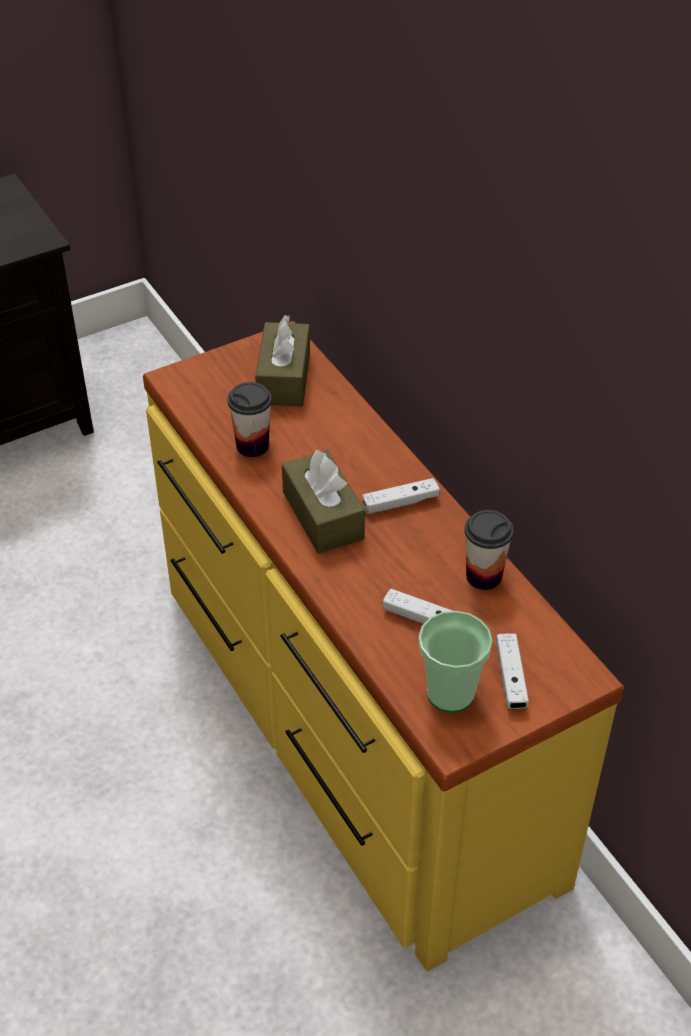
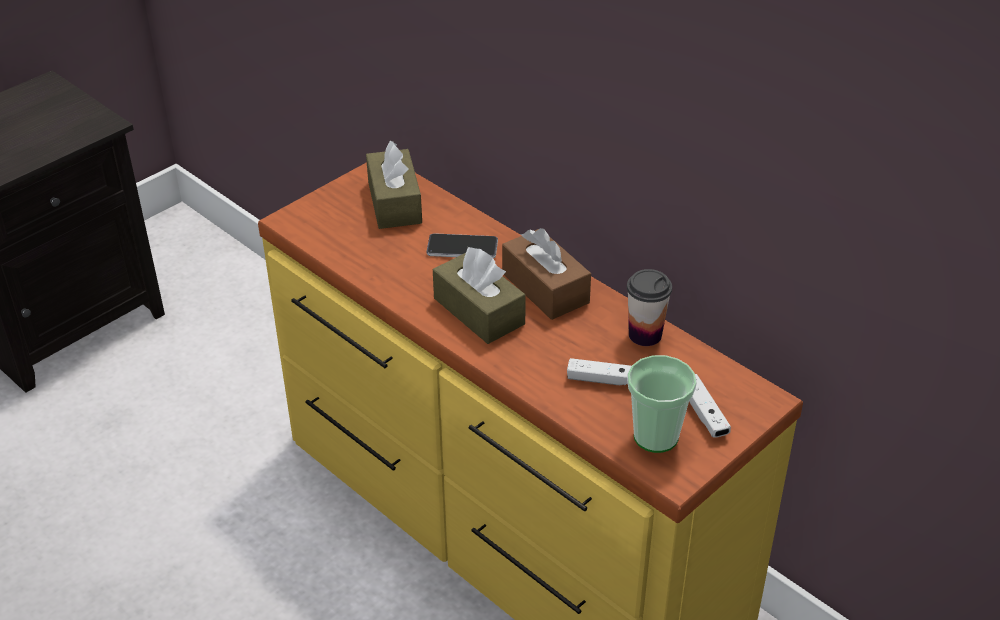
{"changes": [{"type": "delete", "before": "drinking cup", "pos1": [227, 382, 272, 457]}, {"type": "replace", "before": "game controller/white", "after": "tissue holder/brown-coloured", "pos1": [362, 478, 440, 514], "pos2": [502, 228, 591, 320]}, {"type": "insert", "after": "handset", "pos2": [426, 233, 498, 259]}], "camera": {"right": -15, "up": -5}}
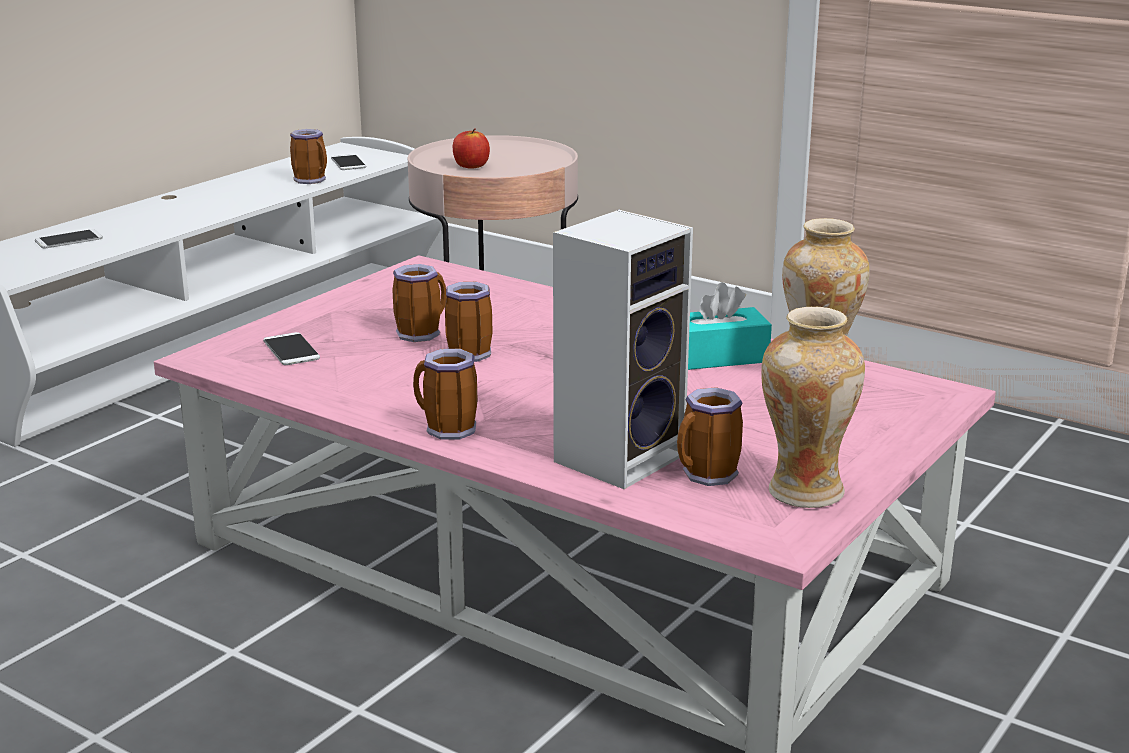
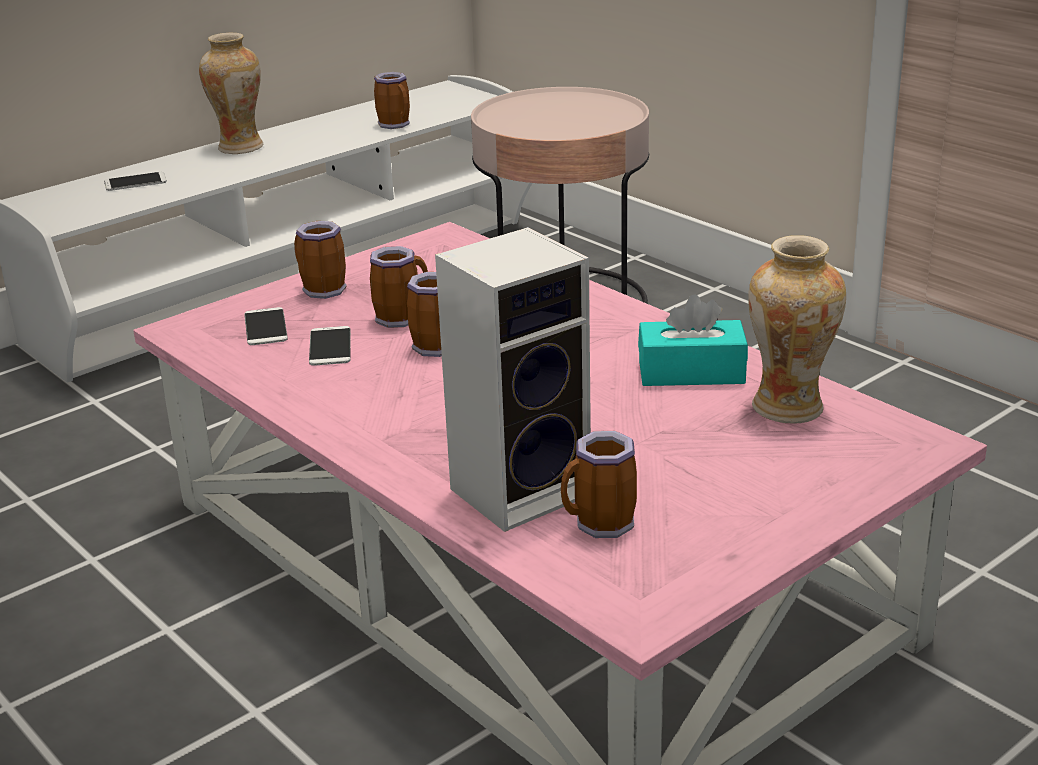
{"changes": [{"type": "delete", "before": "apple", "pos1": [453, 128, 490, 169]}, {"type": "move", "before": "handset", "pos1": [331, 154, 366, 170], "pos2": [309, 326, 351, 366]}, {"type": "move", "before": "vase", "pos1": [761, 307, 865, 508], "pos2": [199, 33, 263, 154]}, {"type": "move", "before": "coffee mug", "pos1": [413, 349, 478, 440], "pos2": [294, 221, 347, 299]}], "camera": {"right": 15, "up": 5}}
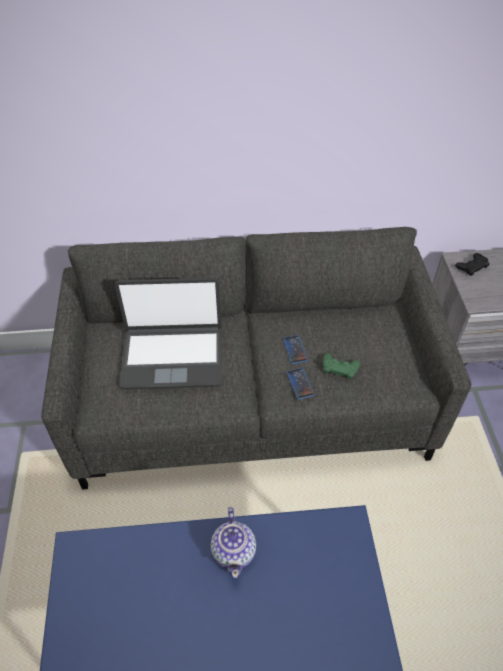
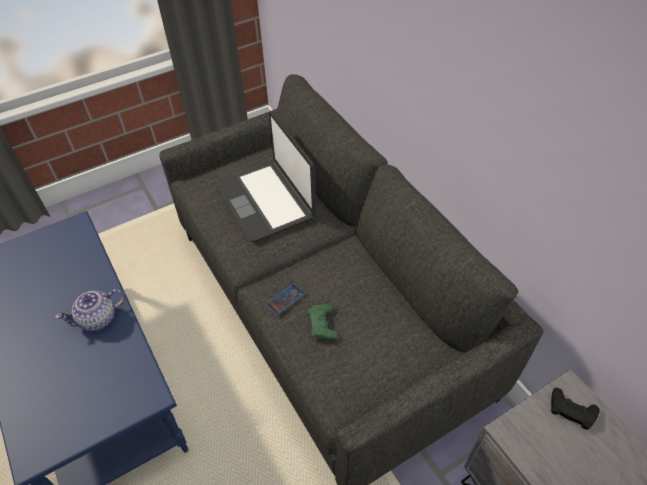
{"changes": [{"type": "delete", "before": "handset", "pos1": [283, 335, 308, 364]}], "camera": {"right": 65, "up": 0}}
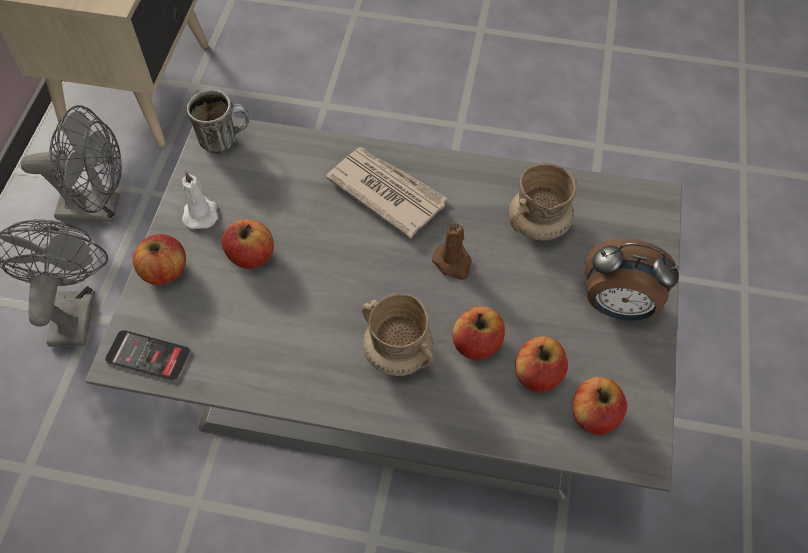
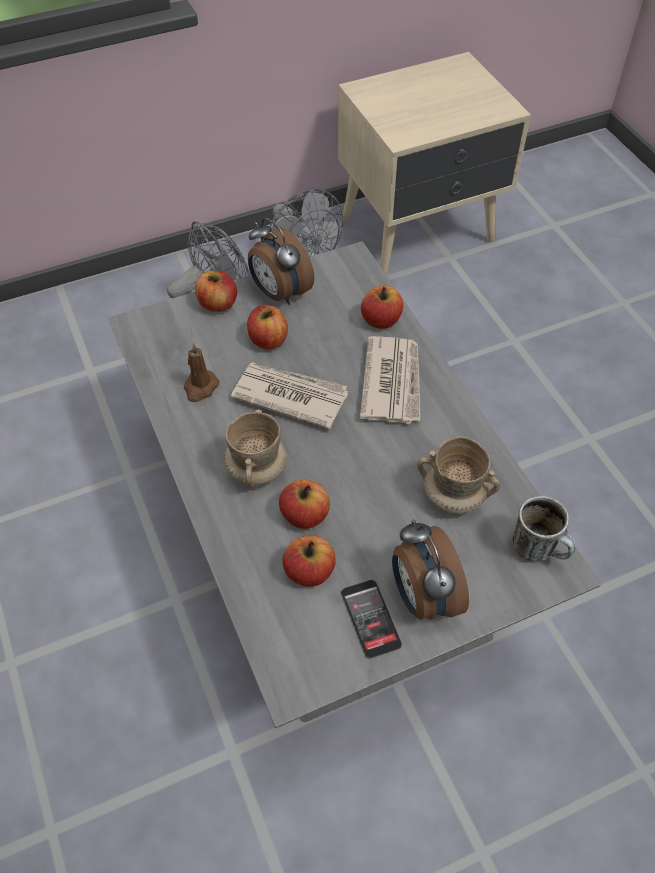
{"changes": [{"type": "move", "before": "coffee mug", "pos1": [187, 90, 249, 154], "pos2": [513, 496, 576, 561]}, {"type": "replace", "before": "candle/white", "after": "alarm clock", "pos1": [182, 171, 218, 229], "pos2": [248, 218, 315, 305]}, {"type": "move", "before": "candle/brown-coloured", "pos1": [432, 220, 472, 280], "pos2": [184, 343, 219, 402]}, {"type": "move", "before": "handset", "pos1": [105, 330, 190, 381], "pos2": [341, 580, 402, 659]}, {"type": "move", "before": "apple", "pos1": [572, 377, 627, 435], "pos2": [361, 286, 403, 329]}, {"type": "insert", "after": "newspaper", "pos2": [231, 362, 349, 429]}], "camera": {"right": 55, "up": -5}}
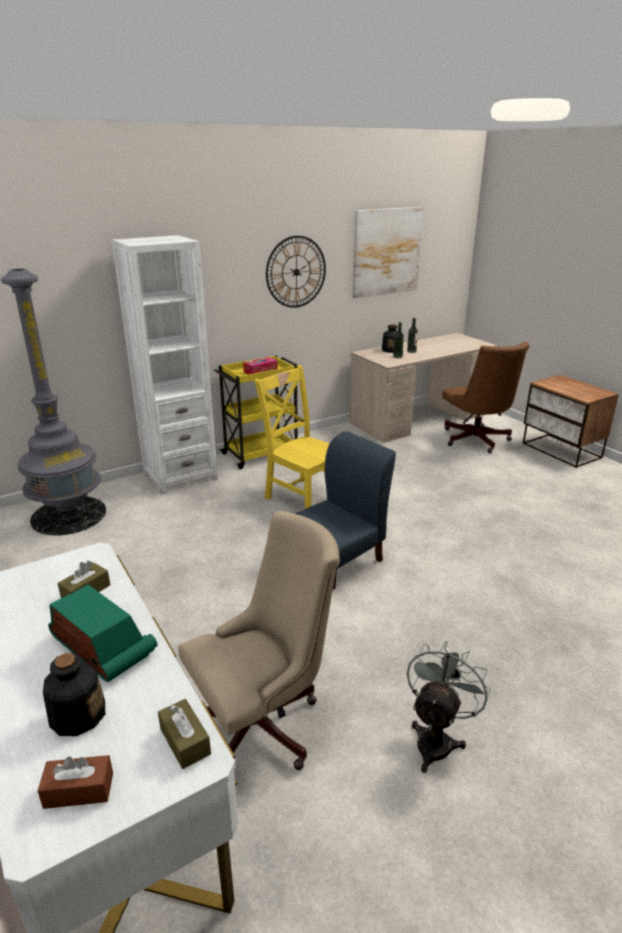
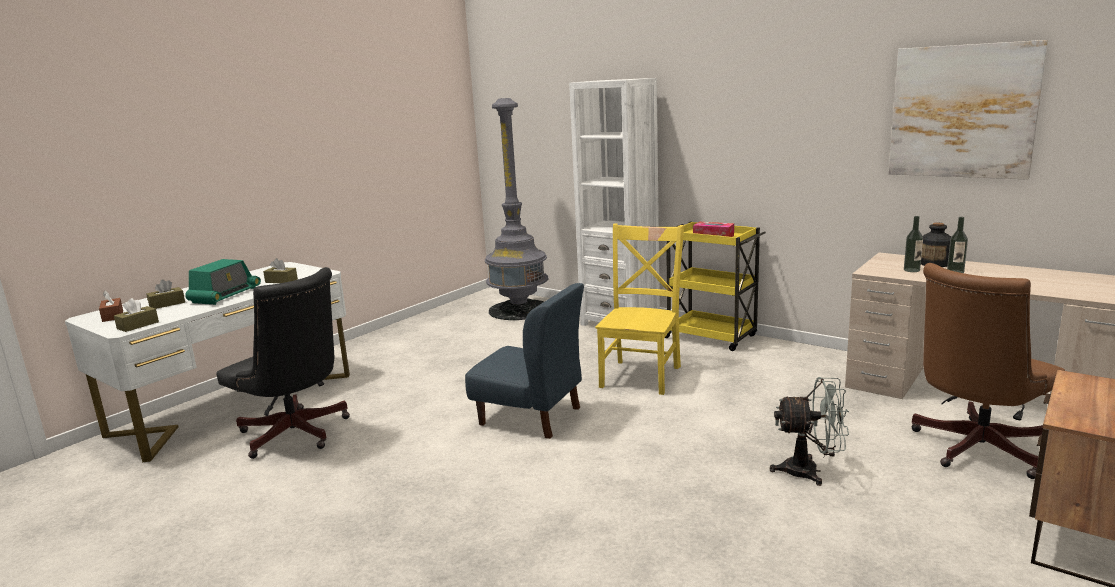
{"changes": [{"type": "delete", "before": "clock on the wall", "pos1": [266, 236, 326, 308]}, {"type": "recolor", "before": "computer chair/beige", "after": "computer chair/black", "pos1": [178, 511, 340, 770], "pos2": [216, 267, 350, 459]}, {"type": "move", "before": "fan/greyish", "pos1": [407, 641, 490, 773], "pos2": [770, 377, 849, 486]}, {"type": "replace", "before": "beverage bottle", "after": "tissue holder/brown-coloured", "pos1": [43, 653, 105, 736], "pos2": [146, 280, 185, 309]}], "camera": {"right": 70, "up": -10}}
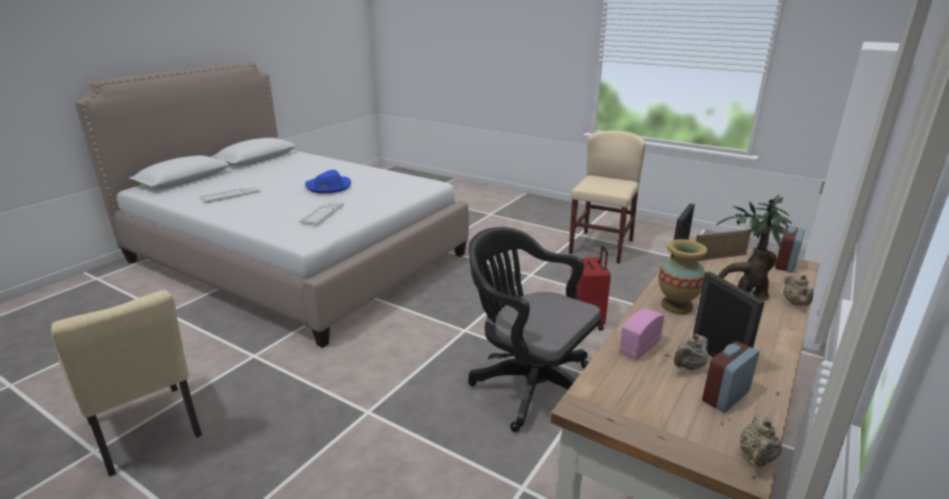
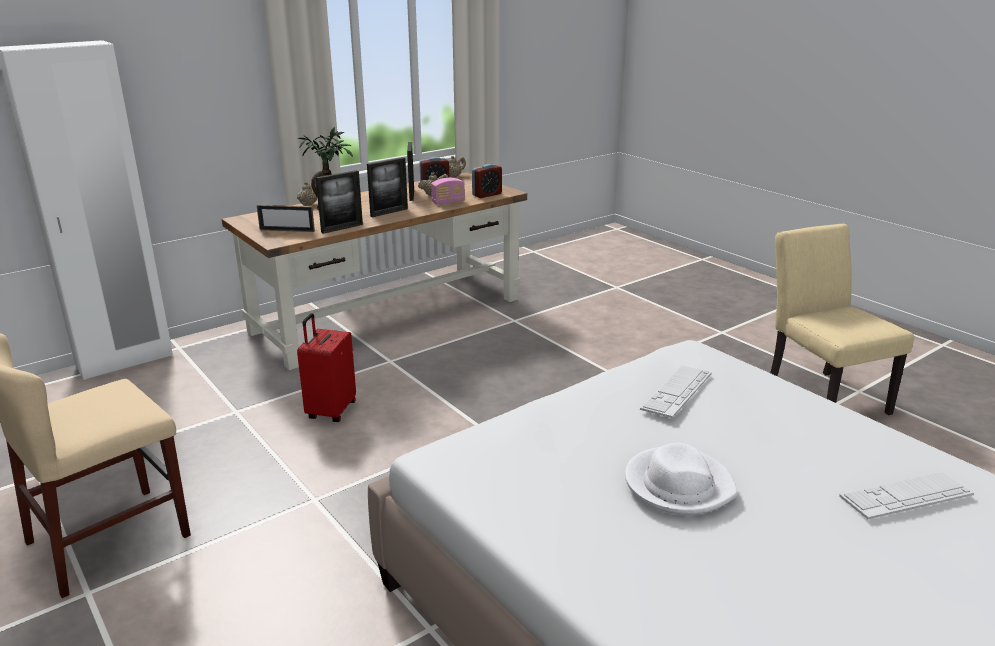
{"changes": [{"type": "recolor", "before": "wearable hat/blue", "after": "wearable hat/white", "pos1": [305, 170, 351, 194], "pos2": [625, 443, 738, 515]}, {"type": "move", "before": "alarm clock", "pos1": [775, 226, 805, 272], "pos2": [472, 164, 502, 198]}, {"type": "delete", "before": "computer chair/black", "pos1": [468, 227, 601, 432]}, {"type": "replace", "before": "vase", "after": "picture frame", "pos1": [658, 239, 707, 314], "pos2": [367, 157, 408, 217]}], "camera": {"right": -160, "up": 0}}
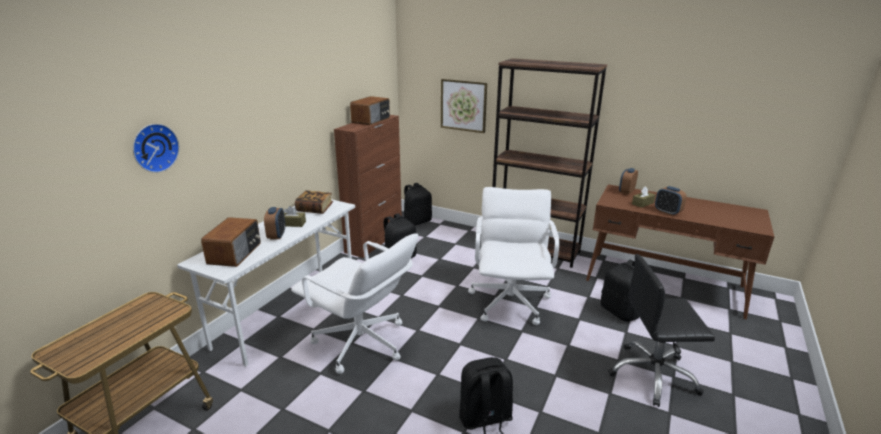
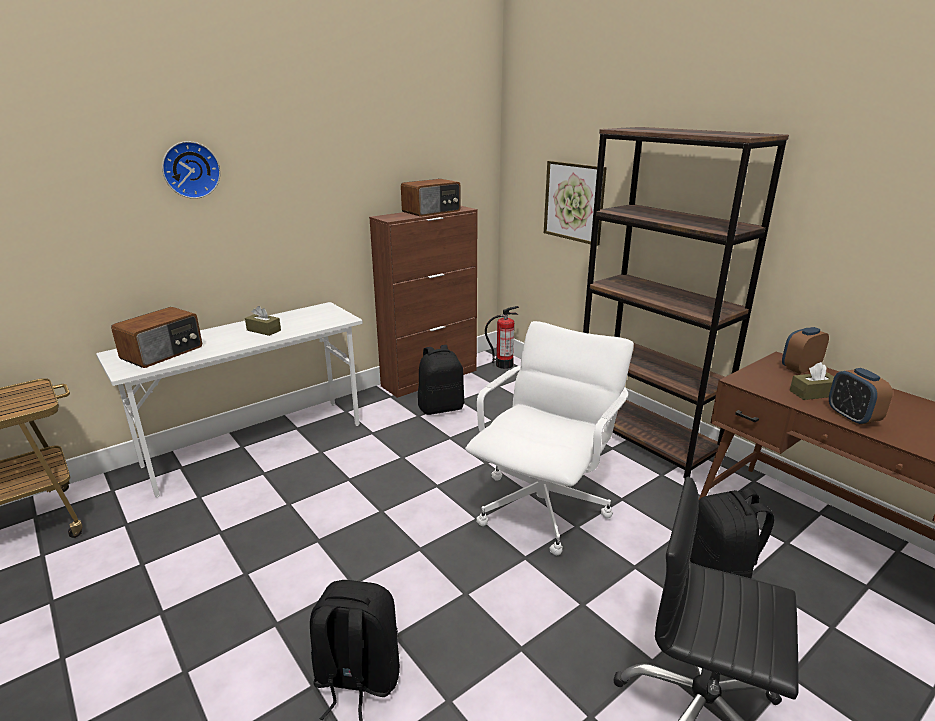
{"changes": [{"type": "move", "before": "clock on the wall", "pos1": [133, 124, 180, 173], "pos2": [162, 141, 220, 199]}, {"type": "replace", "before": "rucksack/black", "after": "fire extinguisher", "pos1": [404, 183, 432, 226], "pos2": [485, 306, 519, 369]}, {"type": "delete", "before": "book", "pos1": [295, 190, 333, 214]}, {"type": "delete", "before": "alarm clock", "pos1": [264, 207, 285, 240]}, {"type": "delete", "before": "computer chair/white", "pos1": [291, 233, 418, 374]}], "camera": {"right": 25, "up": 0}}
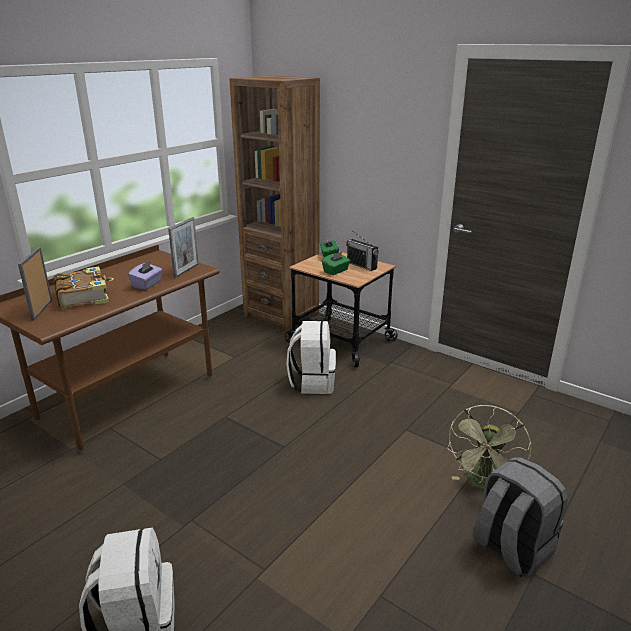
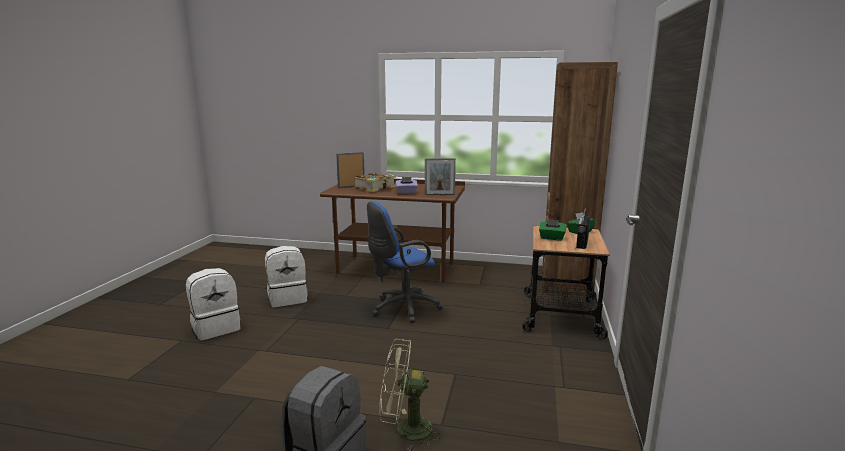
{"changes": [{"type": "move", "before": "rucksack/white", "pos1": [286, 321, 336, 394], "pos2": [265, 246, 308, 307]}, {"type": "insert", "after": "computer chair/blue", "pos2": [367, 201, 443, 323]}], "camera": {"right": 65, "up": -10}}
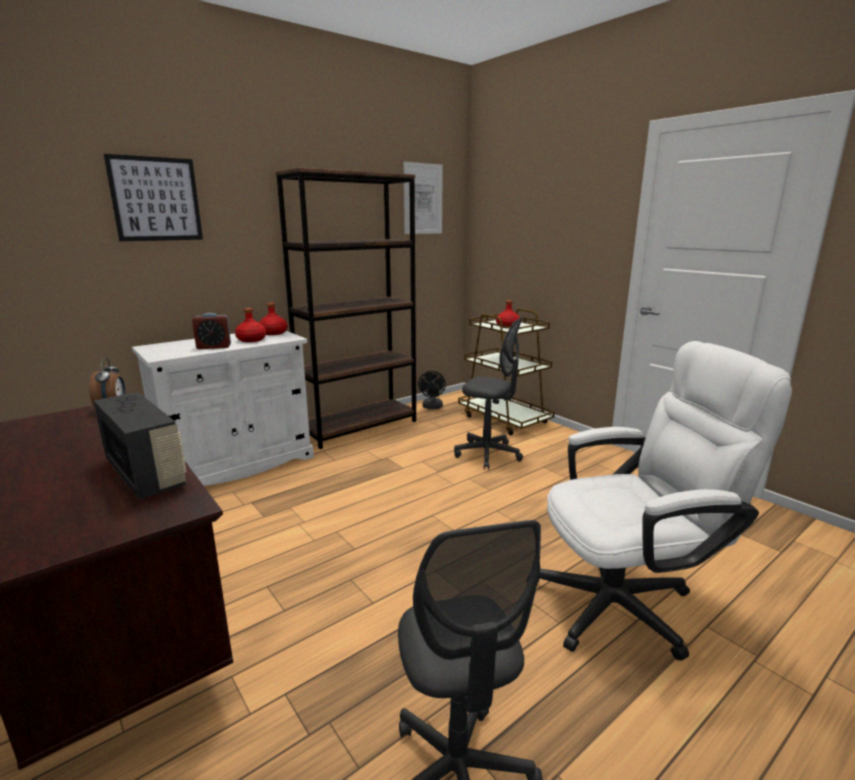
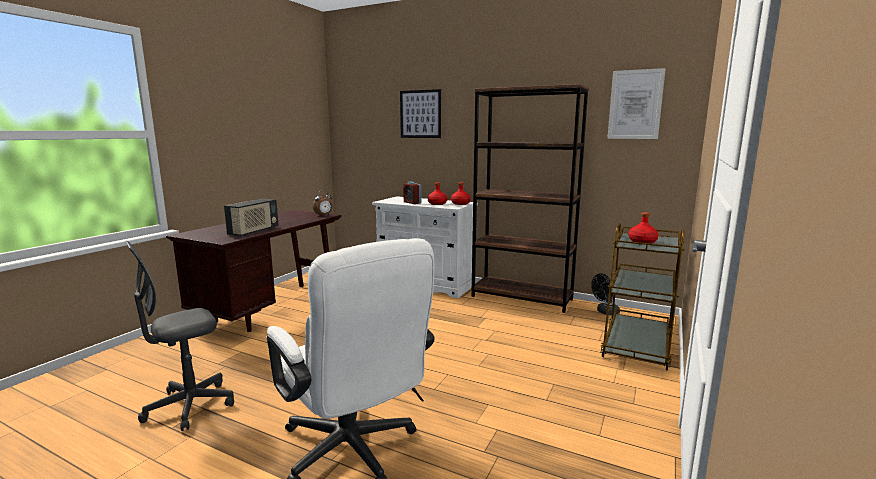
{"changes": [{"type": "delete", "before": "computer chair/greyish", "pos1": [454, 317, 523, 470]}], "camera": {"right": 65, "up": -5}}
